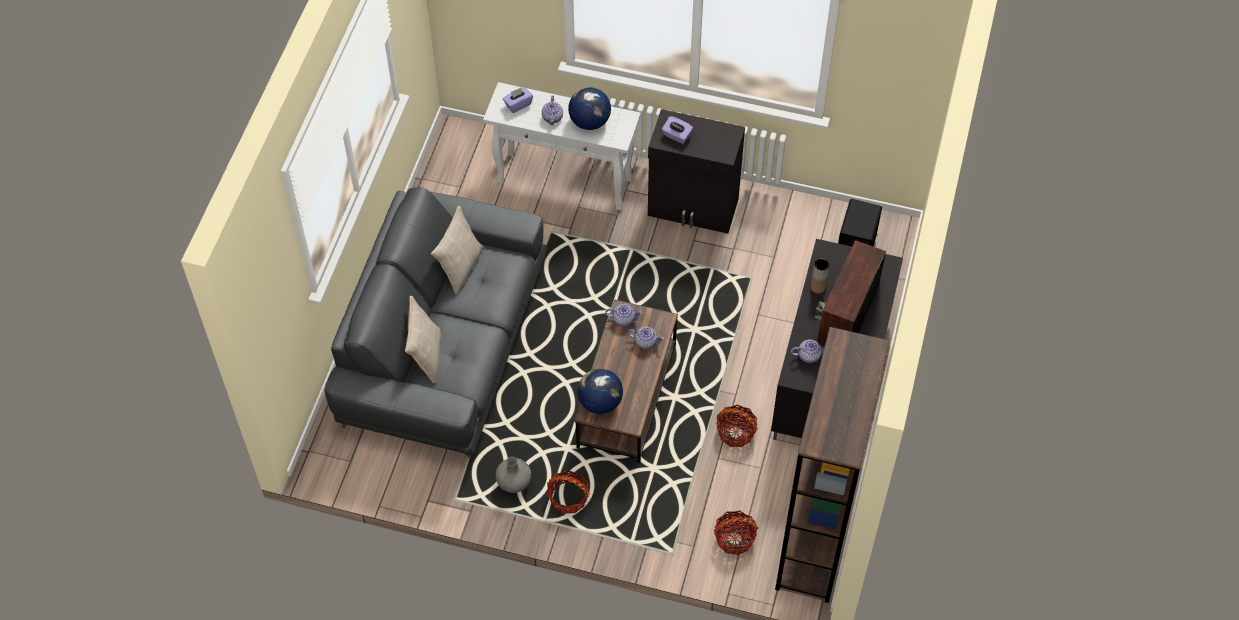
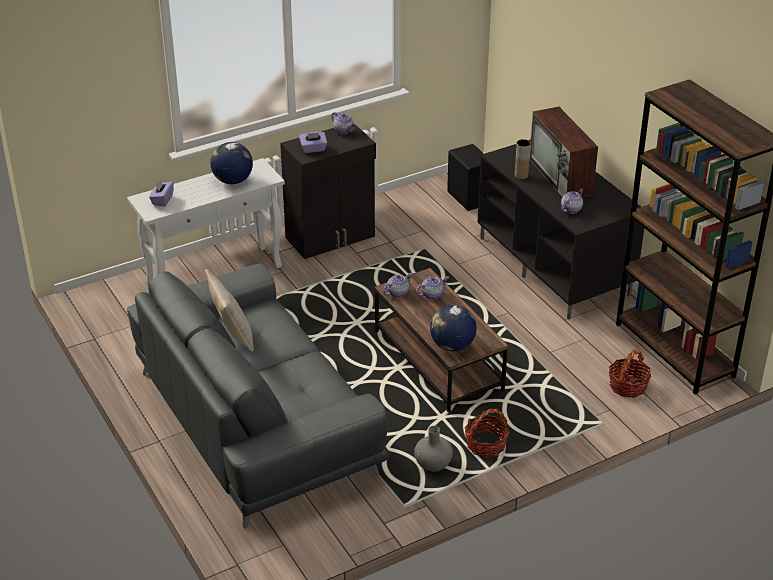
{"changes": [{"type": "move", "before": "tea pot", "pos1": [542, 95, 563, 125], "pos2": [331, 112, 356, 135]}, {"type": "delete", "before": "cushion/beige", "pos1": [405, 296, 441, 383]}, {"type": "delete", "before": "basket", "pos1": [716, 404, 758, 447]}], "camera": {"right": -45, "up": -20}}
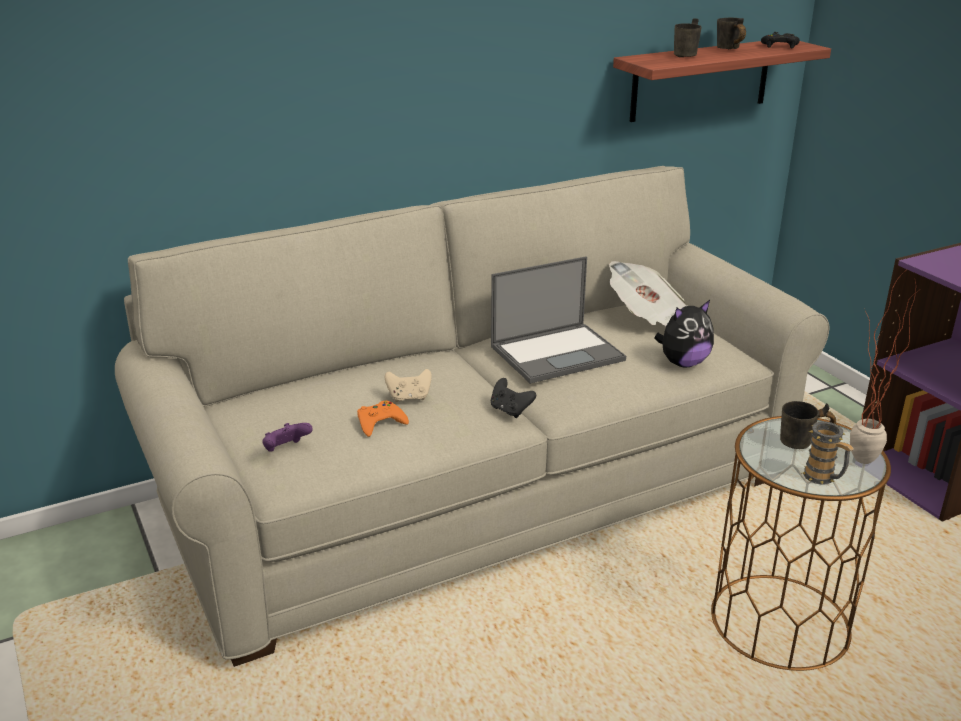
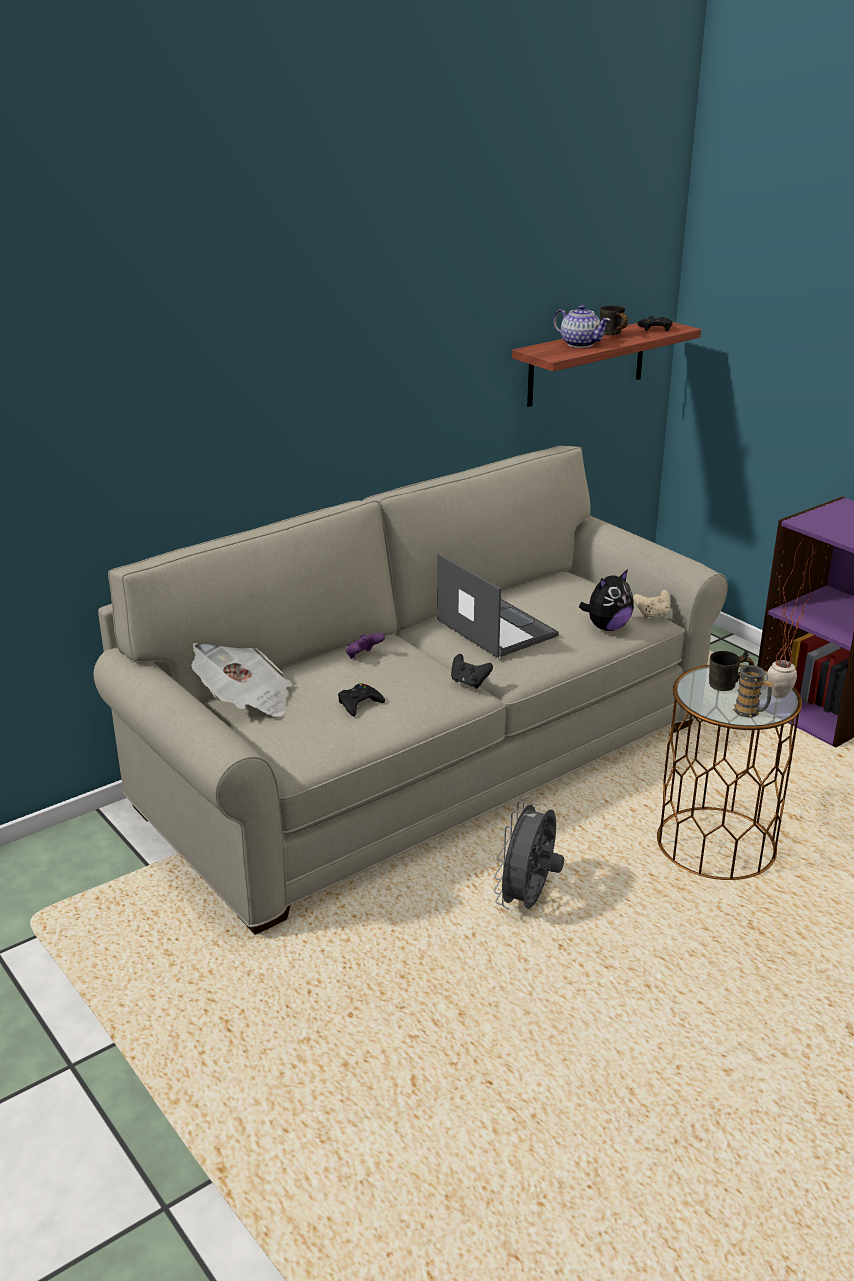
{"changes": [{"type": "replace", "before": "coffee mug/greyish", "after": "tea pot", "pos1": [674, 18, 702, 57], "pos2": [553, 305, 610, 348]}, {"type": "rotate", "before": "laptop", "pos1": [491, 256, 626, 384], "pos2": [437, 553, 559, 658], "turn": -90}, {"type": "move", "before": "newspaper", "pos1": [609, 261, 687, 326], "pos2": [191, 643, 292, 717]}, {"type": "move", "before": "game controller/beige", "pos1": [385, 369, 432, 402], "pos2": [633, 590, 670, 618]}, {"type": "recolor", "before": "game controller/orange", "after": "game controller/black", "pos1": [357, 401, 409, 437], "pos2": [338, 683, 385, 717]}, {"type": "move", "before": "game controller/purplish", "pos1": [262, 423, 313, 452], "pos2": [346, 633, 385, 659]}, {"type": "insert", "after": "fan/greyish", "pos2": [494, 797, 564, 909]}], "camera": {"right": -10, "up": 0}}
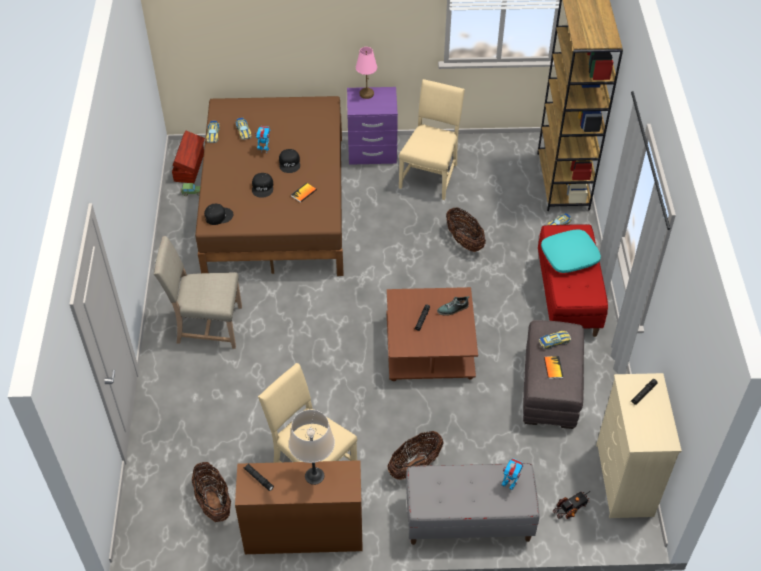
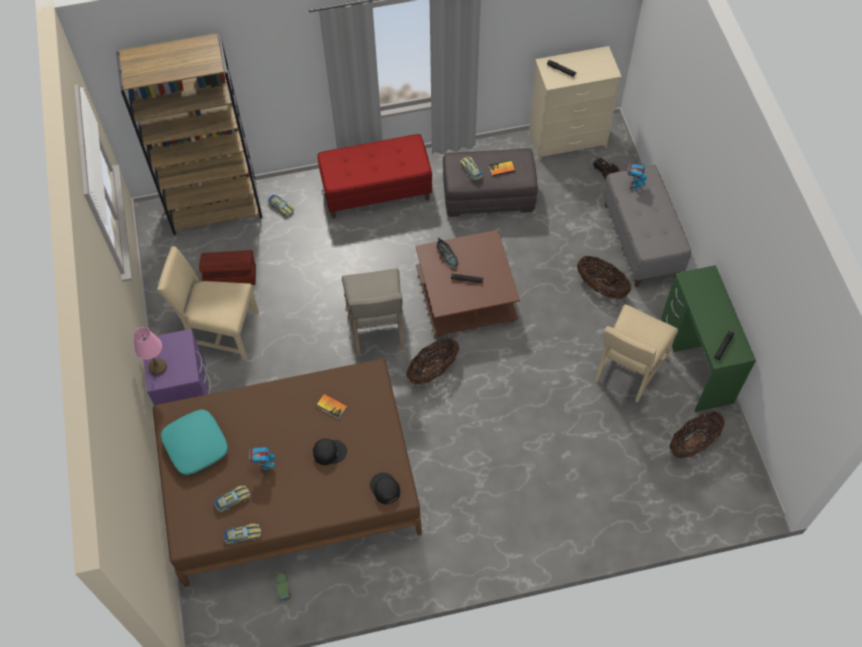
{"changes": [{"type": "move", "before": "storage box/brown-coloured", "pos1": [172, 130, 205, 183], "pos2": [199, 250, 256, 285]}, {"type": "delete", "before": "baseball cap/black", "pos1": [279, 149, 300, 173]}, {"type": "move", "before": "basket", "pos1": [446, 207, 486, 252], "pos2": [406, 337, 459, 385]}, {"type": "move", "before": "cushion/blue-green", "pos1": [541, 229, 601, 273], "pos2": [161, 410, 228, 475]}, {"type": "move", "before": "chair/beige", "pos1": [154, 236, 242, 349], "pos2": [342, 268, 404, 357]}, {"type": "delete", "before": "lamp for a table/beige", "pos1": [289, 410, 335, 485]}, {"type": "recolor", "before": "desk/brown-coloured", "after": "desk/green-coloured", "pos1": [235, 460, 363, 554], "pos2": [661, 265, 756, 412]}], "camera": {"right": -100, "up": 10}}
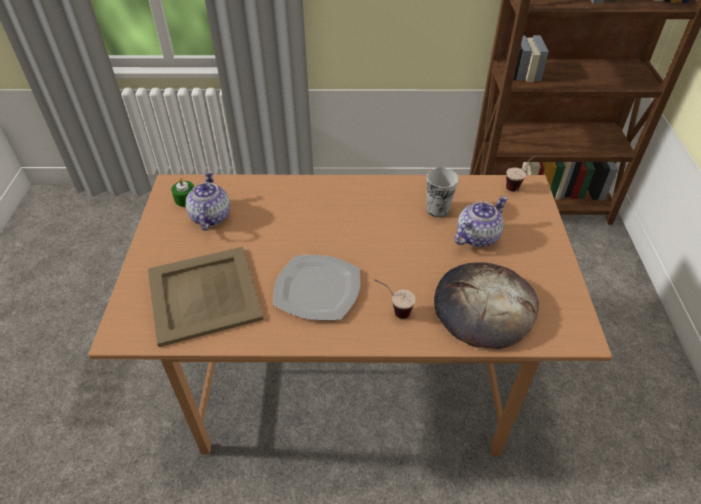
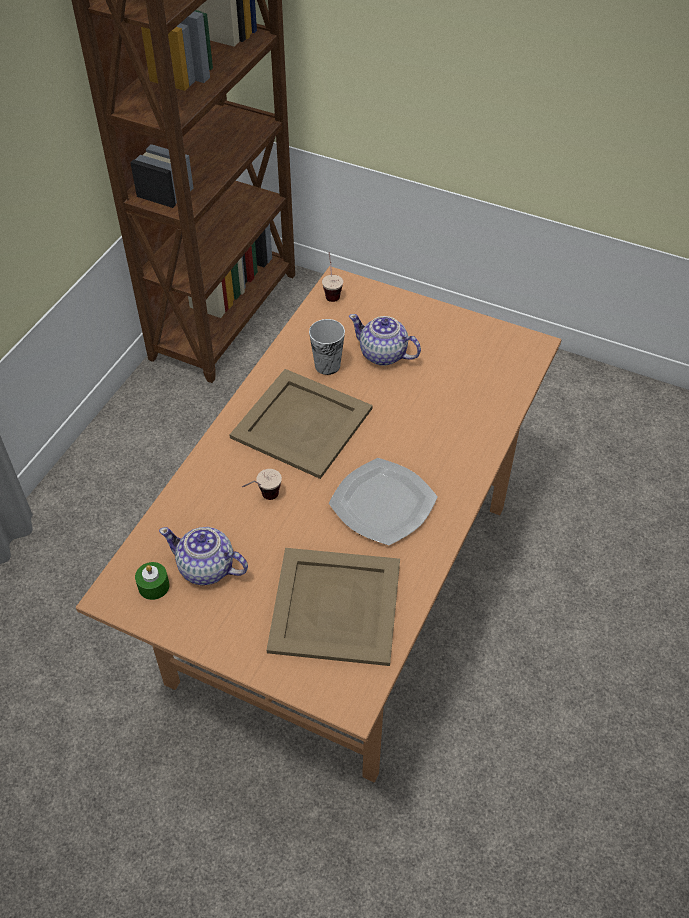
{"changes": [{"type": "rotate", "before": "tea pot", "pos1": [455, 196, 508, 247], "pos2": [349, 314, 421, 366], "turn": -45}, {"type": "delete", "before": "baked bread", "pos1": [434, 262, 539, 349]}, {"type": "move", "before": "drinking cup", "pos1": [374, 280, 416, 319], "pos2": [242, 469, 282, 500]}, {"type": "insert", "after": "tray/beige", "pos2": [230, 369, 373, 479]}], "camera": {"right": -65, "up": 5}}
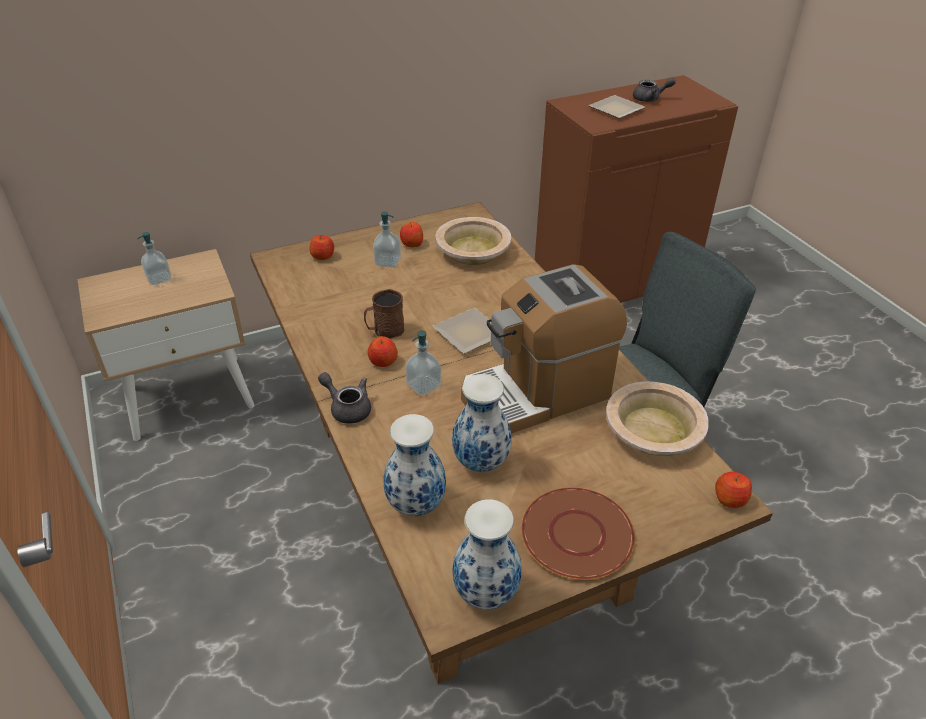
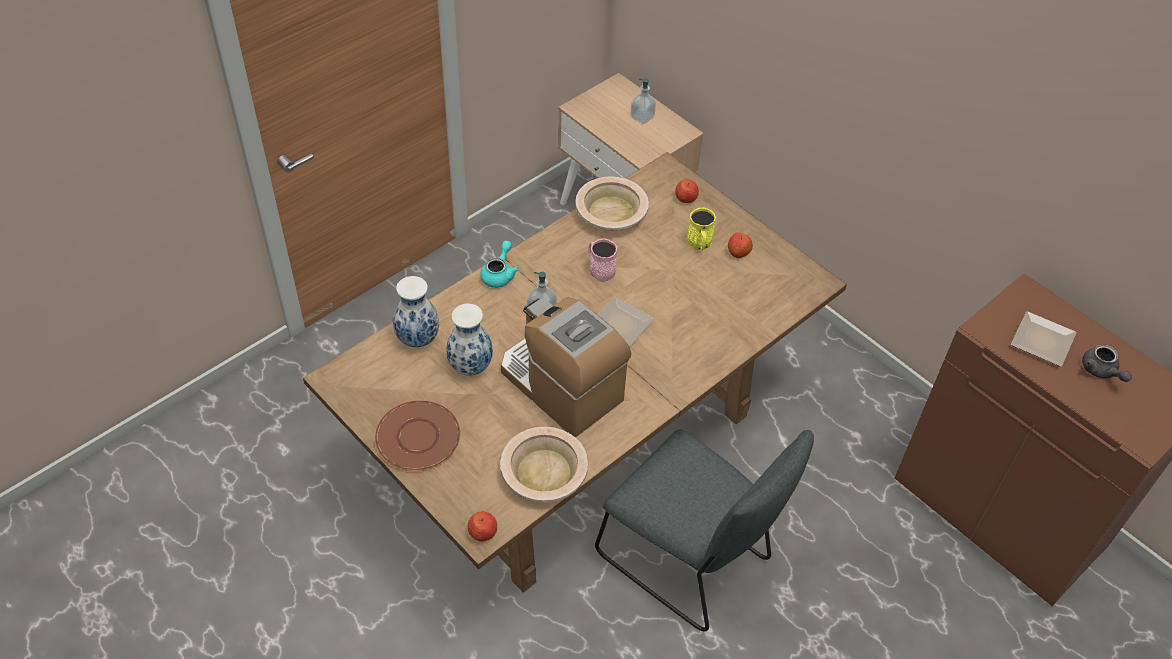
{"changes": [{"type": "replace", "before": "soap dispenser", "after": "coffee mug/yellow", "pos1": [373, 212, 401, 268], "pos2": [687, 208, 716, 250]}, {"type": "move", "before": "serving bowl/beige", "pos1": [435, 217, 511, 265], "pos2": [575, 176, 649, 231]}, {"type": "recolor", "before": "coffee mug/brown-coloured", "after": "coffee mug/pink", "pos1": [364, 289, 404, 339], "pos2": [588, 239, 617, 282]}, {"type": "delete", "before": "apple", "pos1": [368, 336, 398, 367]}, {"type": "recolor", "before": "tea pot/greyish", "after": "tea pot/blue-green", "pos1": [318, 372, 371, 424], "pos2": [480, 241, 519, 288]}, {"type": "delete", "before": "vase", "pos1": [453, 499, 522, 610]}], "camera": {"right": 70, "up": 10}}
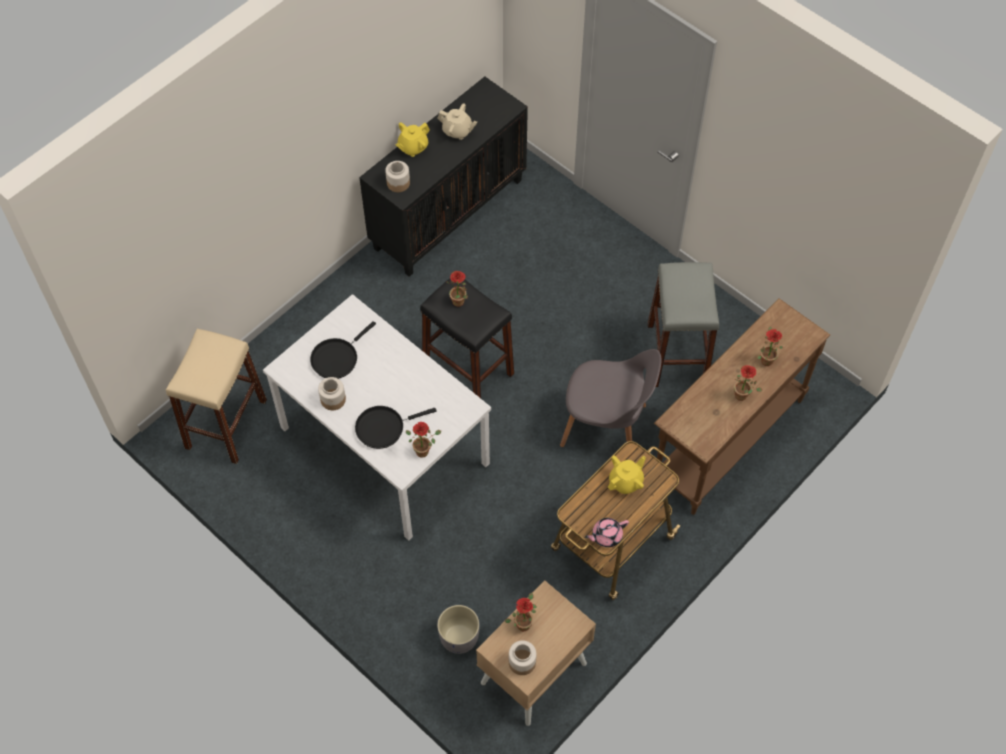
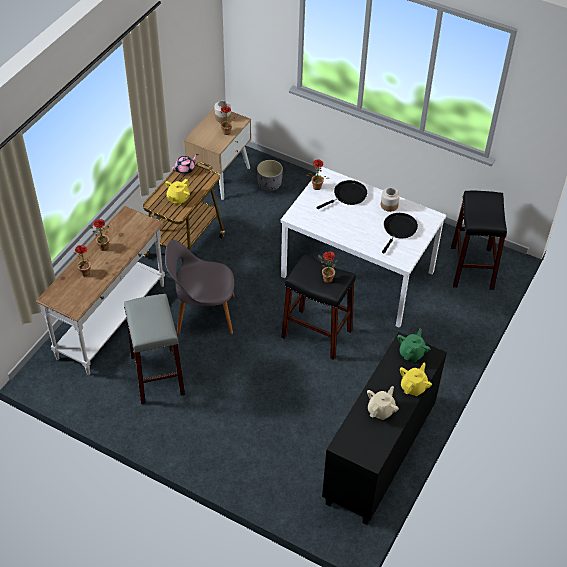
{"changes": [{"type": "rotate", "before": "tea pot/beige", "pos1": [437, 103, 477, 140], "pos2": [367, 386, 399, 420], "turn": 120}, {"type": "replace", "before": "preserve jar", "after": "tea pot/green-coloured", "pos1": [385, 161, 410, 192], "pos2": [398, 329, 430, 362]}, {"type": "recolor", "before": "narrow table/brown-coloured", "after": "narrow table/white", "pos1": [653, 299, 830, 515], "pos2": [36, 206, 165, 375]}, {"type": "recolor", "before": "stool seat/beige", "after": "stool seat/black", "pos1": [166, 328, 267, 464], "pos2": [451, 191, 507, 290]}], "camera": {"right": 165, "up": -10}}
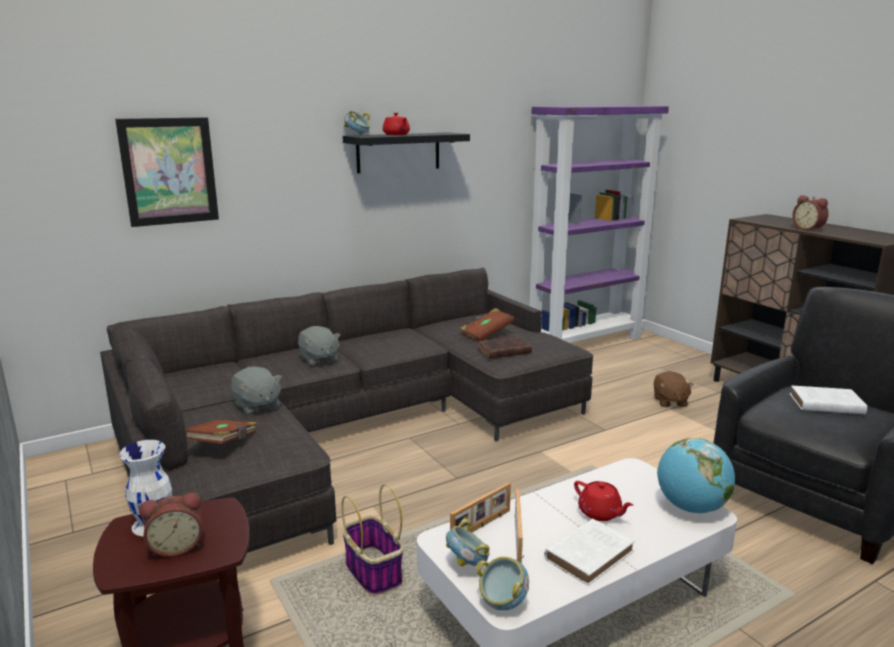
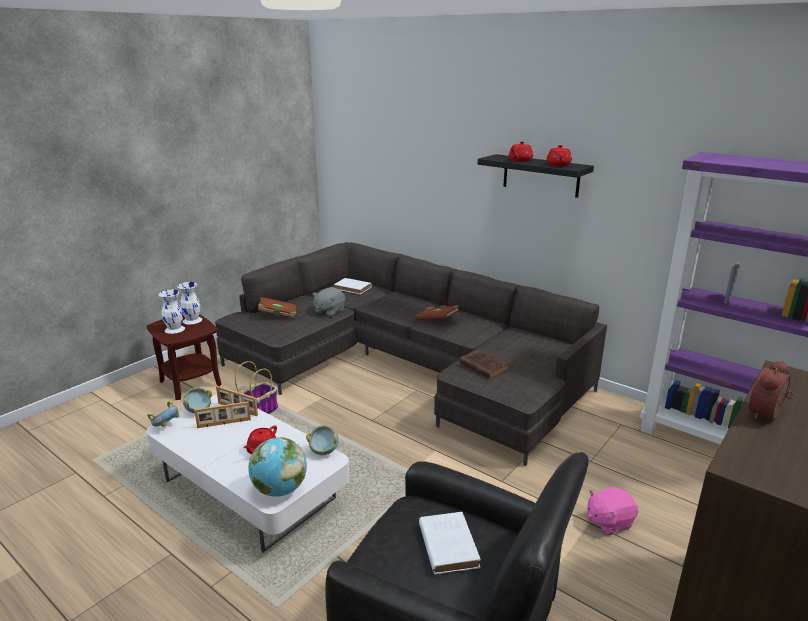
{"changes": [{"type": "move", "before": "serving bowl", "pos1": [344, 111, 370, 136], "pos2": [306, 425, 339, 455]}, {"type": "delete", "before": "wall picture", "pos1": [115, 117, 219, 227]}, {"type": "move", "before": "book/brown-coloured", "pos1": [460, 308, 514, 341], "pos2": [415, 305, 459, 320]}, {"type": "delete", "before": "plush toy/greyish", "pos1": [298, 326, 341, 366]}, {"type": "recolor", "before": "plush toy/brown-coloured", "after": "plush toy/pink", "pos1": [653, 371, 694, 407], "pos2": [587, 486, 638, 535]}, {"type": "replace", "before": "alarm clock", "after": "vase/white", "pos1": [139, 493, 202, 557], "pos2": [159, 290, 185, 334]}, {"type": "move", "before": "book/white", "pos1": [544, 519, 635, 586], "pos2": [334, 278, 372, 294]}, {"type": "insert", "after": "tea pot/red-coloured", "pos2": [547, 145, 572, 166]}], "camera": {"right": 70, "up": 5}}
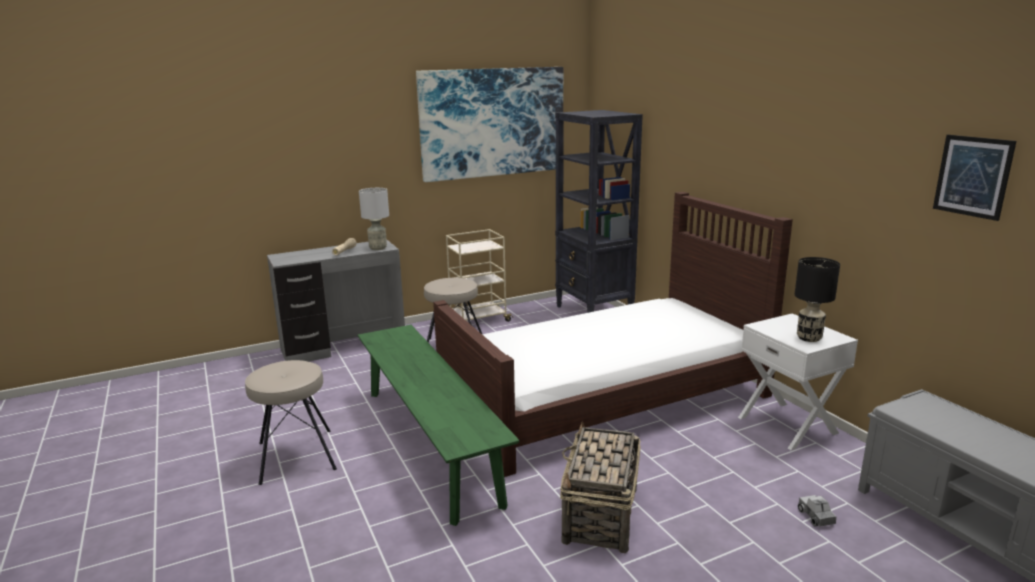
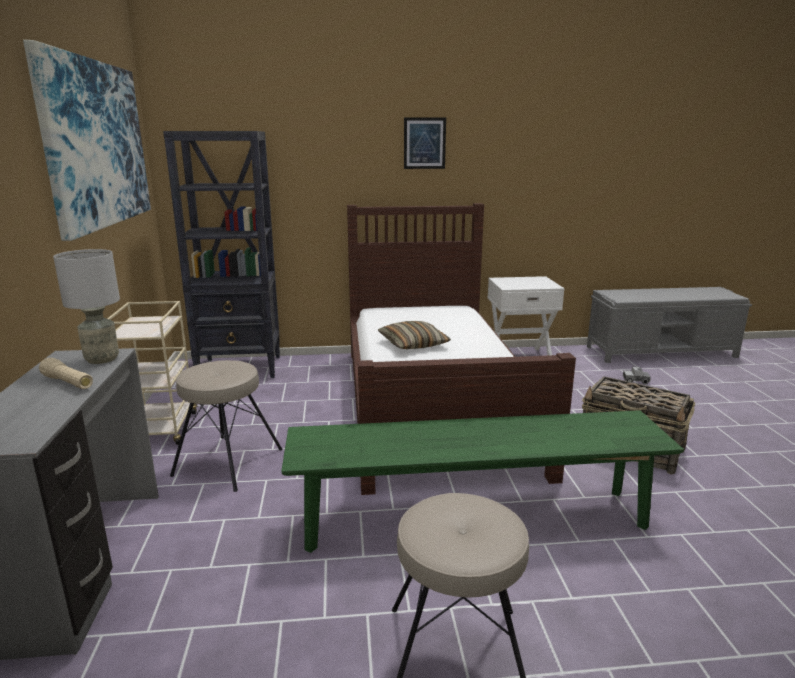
{"changes": [{"type": "move", "before": "wall picture", "pos1": [933, 135, 1016, 221], "pos2": [404, 117, 446, 169]}, {"type": "delete", "before": "lamp for a table/black", "pos1": [795, 257, 840, 342]}, {"type": "insert", "after": "cushion", "pos2": [378, 321, 451, 349]}], "camera": {"right": -70, "up": 0}}
